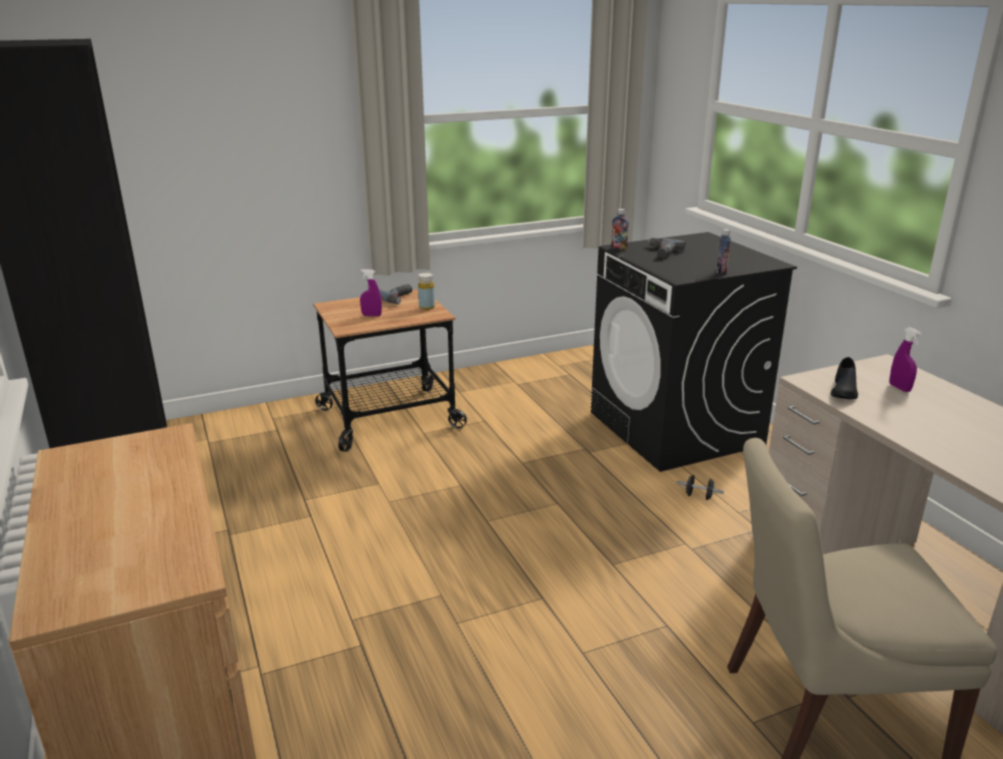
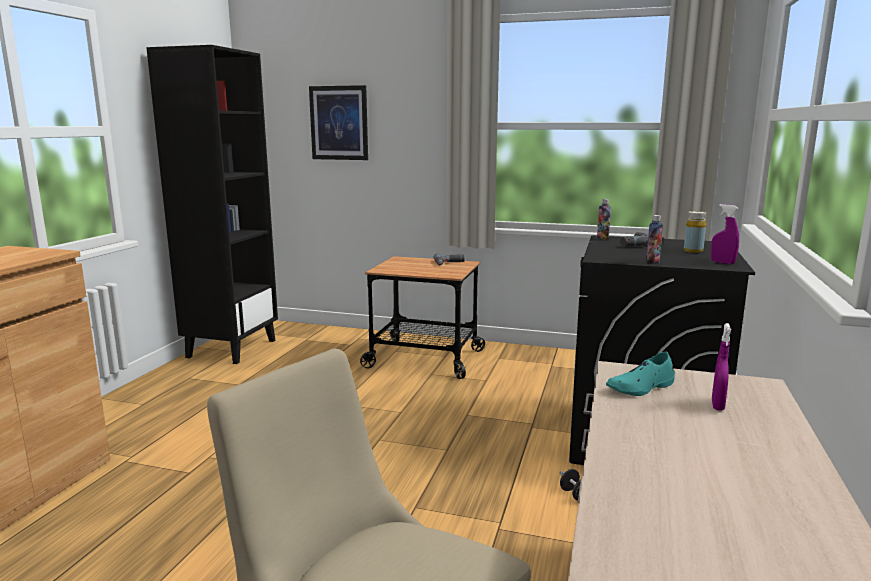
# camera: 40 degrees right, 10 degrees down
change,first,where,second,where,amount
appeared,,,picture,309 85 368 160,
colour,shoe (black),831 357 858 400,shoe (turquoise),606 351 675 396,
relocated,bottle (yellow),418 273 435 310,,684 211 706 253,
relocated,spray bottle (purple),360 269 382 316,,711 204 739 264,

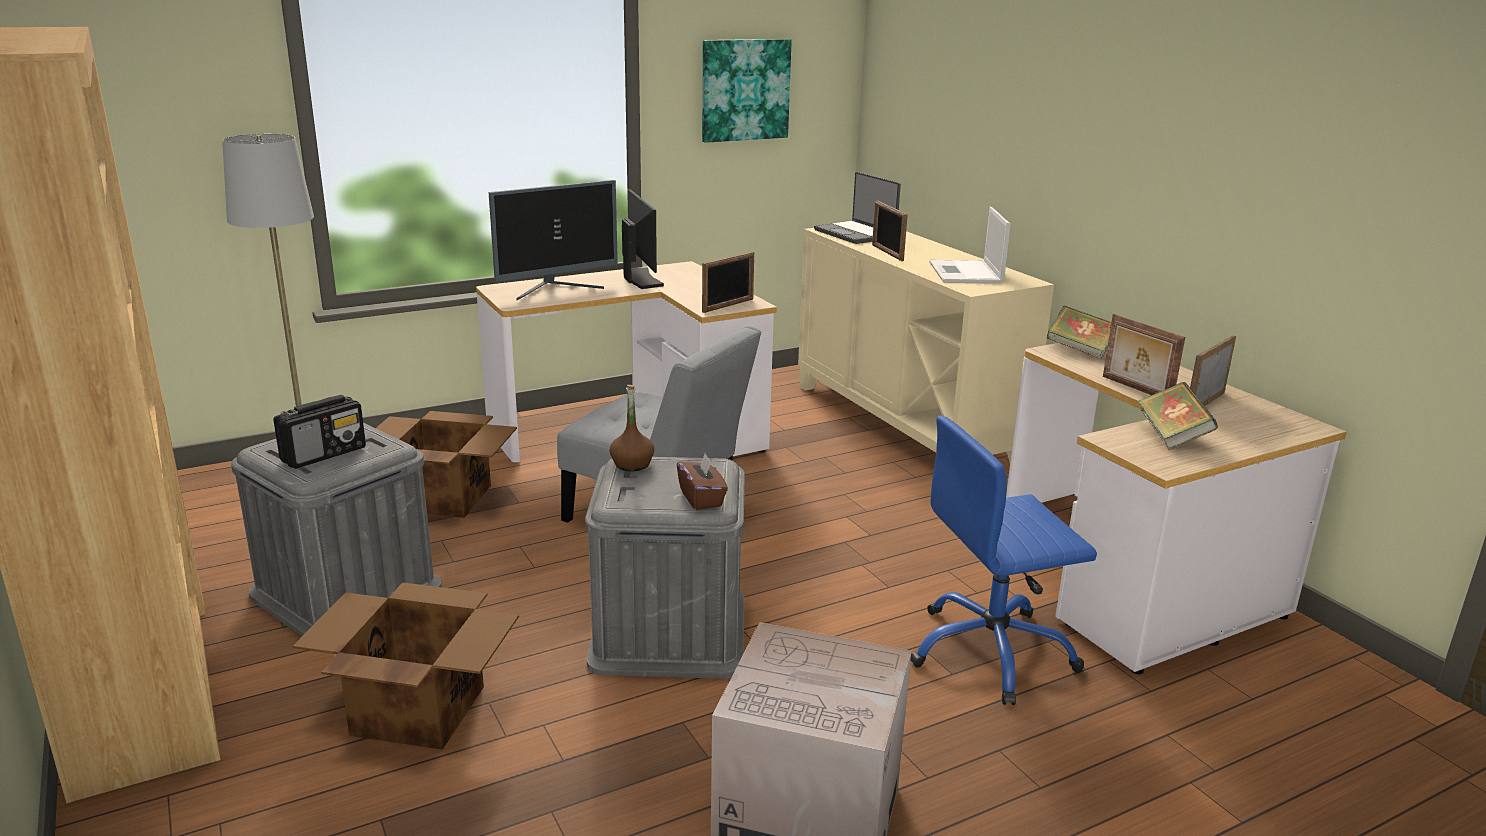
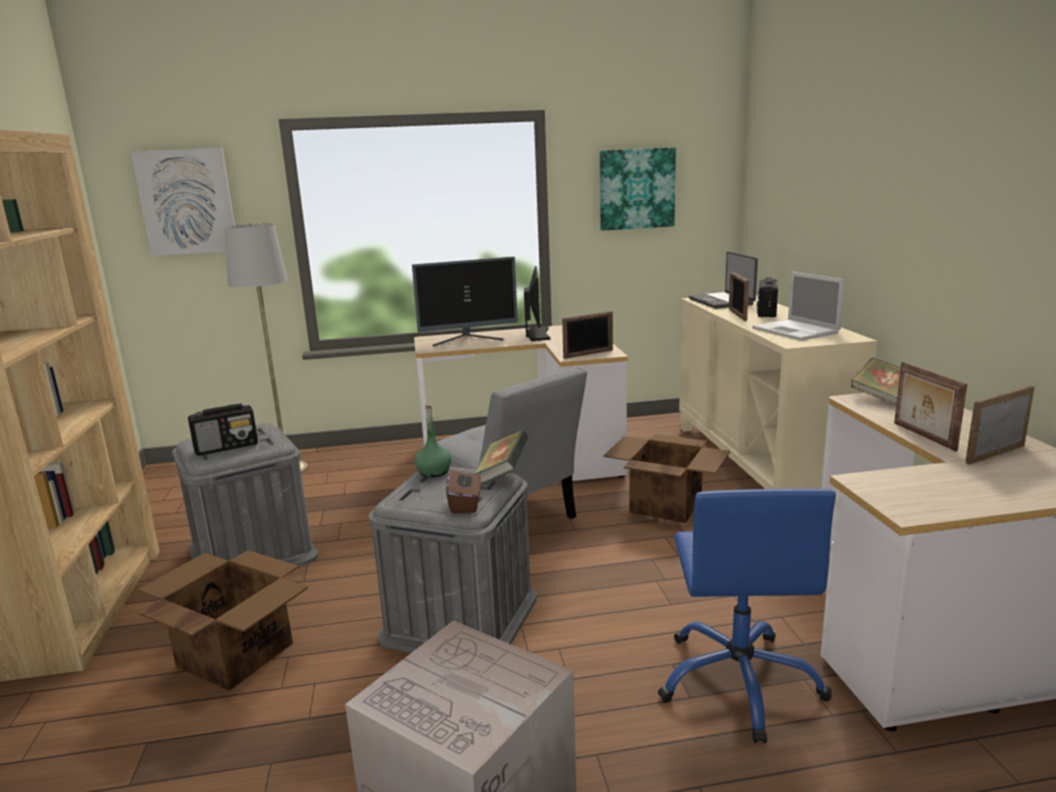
# camera: 20 degrees right, 5 degrees down
change,first,where,second,where,amount
appeared,,,picture,131 148 235 256,
colour,bottle (brown),610 385 654 471,bottle (green),414 404 452 477,
relocated,book,1137 382 1218 450,,474 430 529 484,
relocated,cardboard box,376 411 517 518,,604 434 730 523,
spun,office chair (blue),911 416 1097 705,,658 489 836 743,90 degrees counterclockwise
spun,laptop,929 207 1011 284,,752 272 845 341,45 degrees counterclockwise
appeared,,,radio,757 277 778 318,

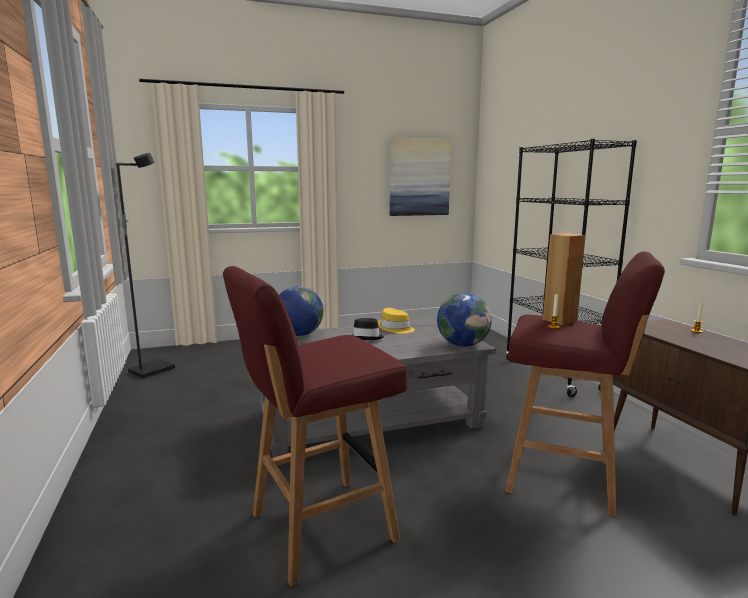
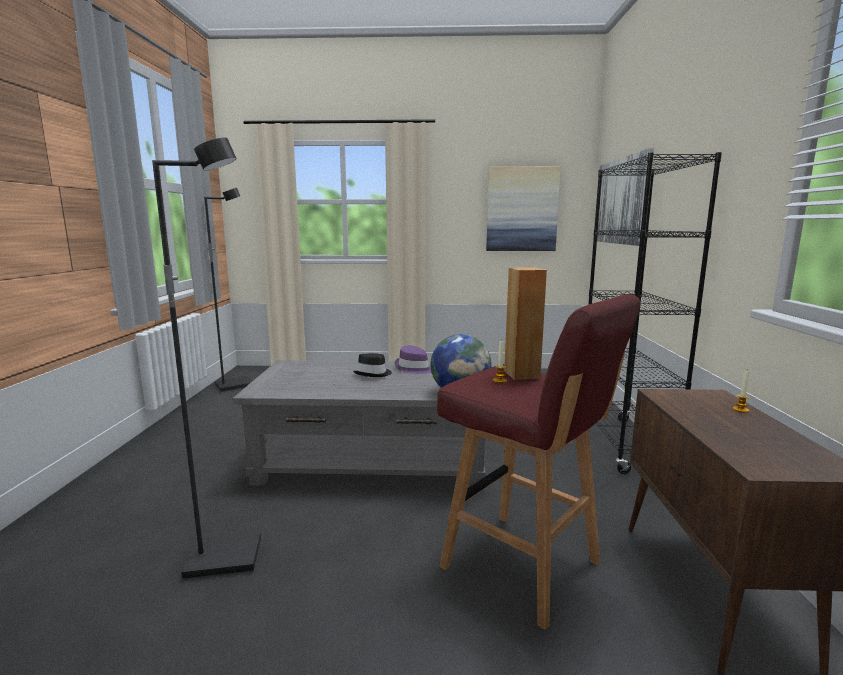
# camera: 20 degrees right, 0 degrees up
change,first,where,second,where,amount
exchanged,stool (red),223 266 407 586,floor lamp (black),152 138 261 580,
colour,hat (yellow),378 308 415 333,hat (purple),395 345 431 374,
appeared,,,picture,597 148 654 246,
missing,globe,279 286 323 337,,,

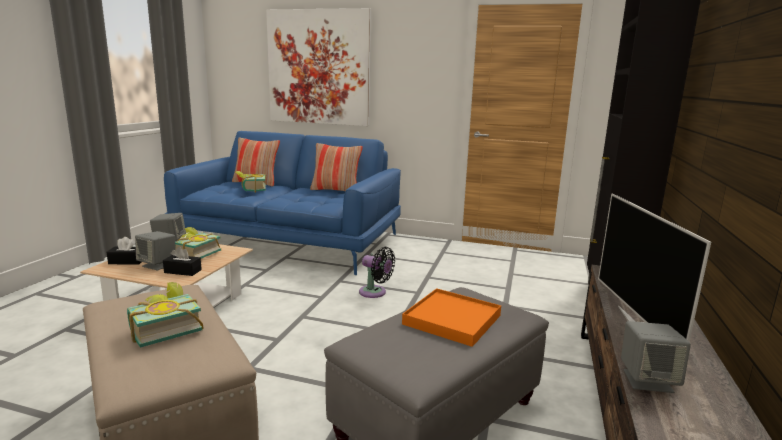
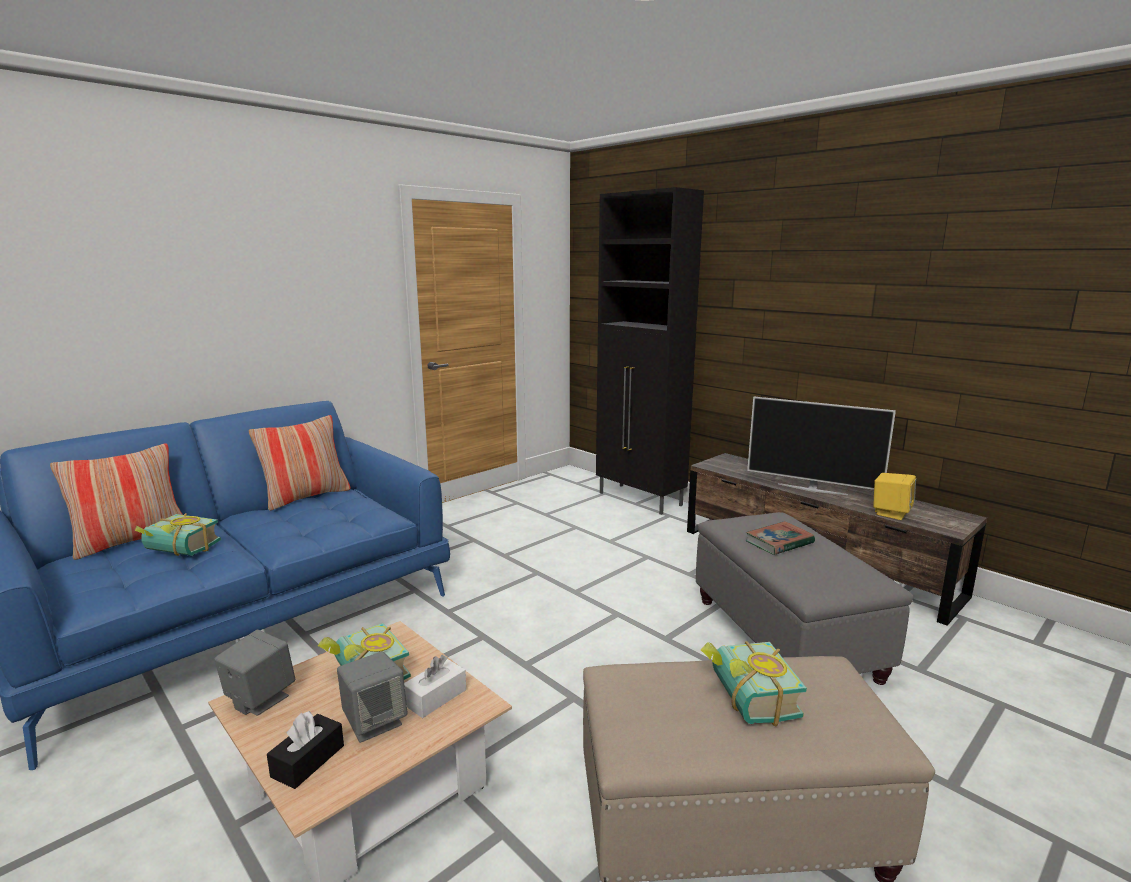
# camera: 60 degrees left, 0 degrees up
change,first,where,second,where,amount
colour,tissue box (black),163 247 202 276,tissue box (white),404 655 466 718,
exchanged,tray (orange),402 288 501 347,book,746 521 815 555,
colour,speaker (grey),621 321 691 393,speaker (yellow),873 473 916 520,
missing,picture,266 8 371 126,,,
missing,fan (black),359 247 395 298,,,

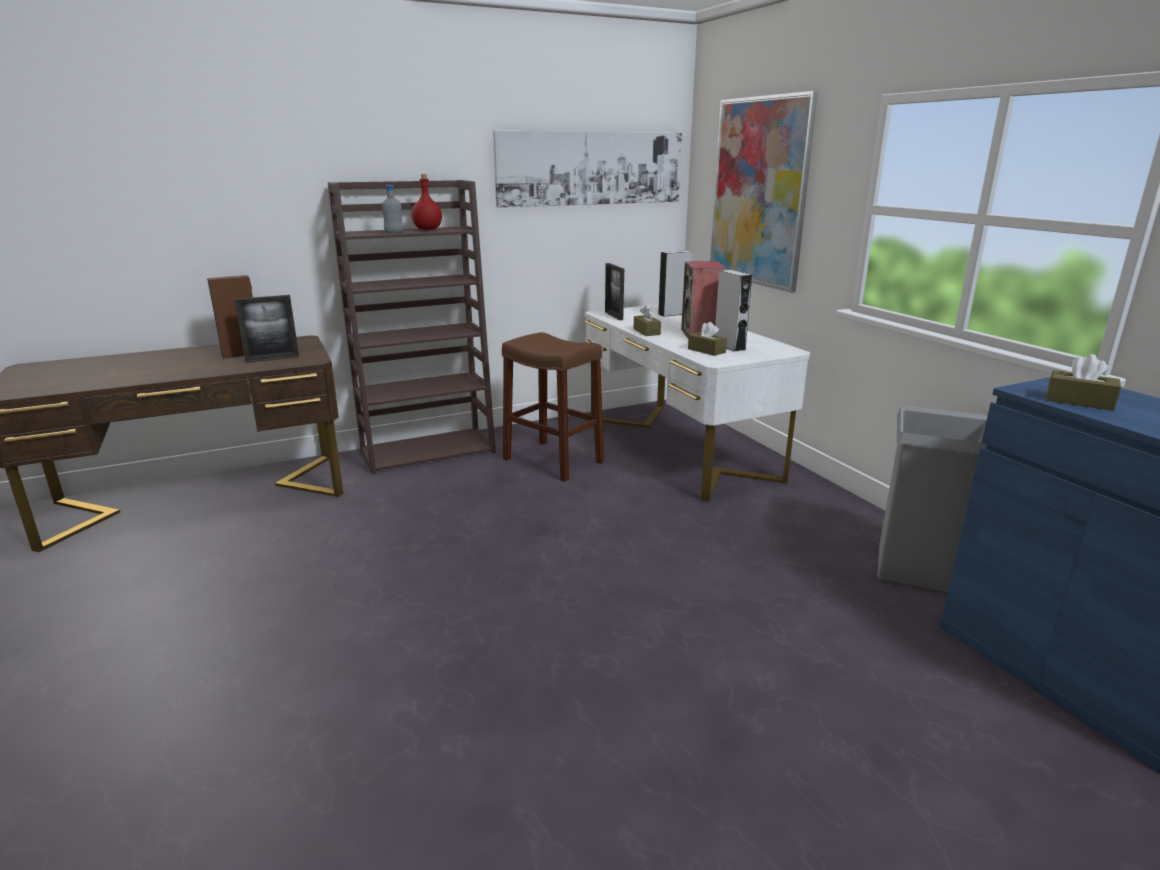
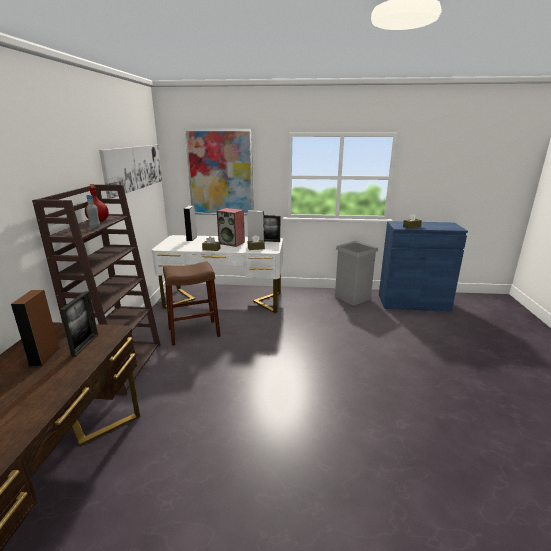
# camera: 60 degrees left, 0 degrees up
change,first,where,second,where,amount
relocated,picture frame,605 263 624 320,,264 215 280 242,

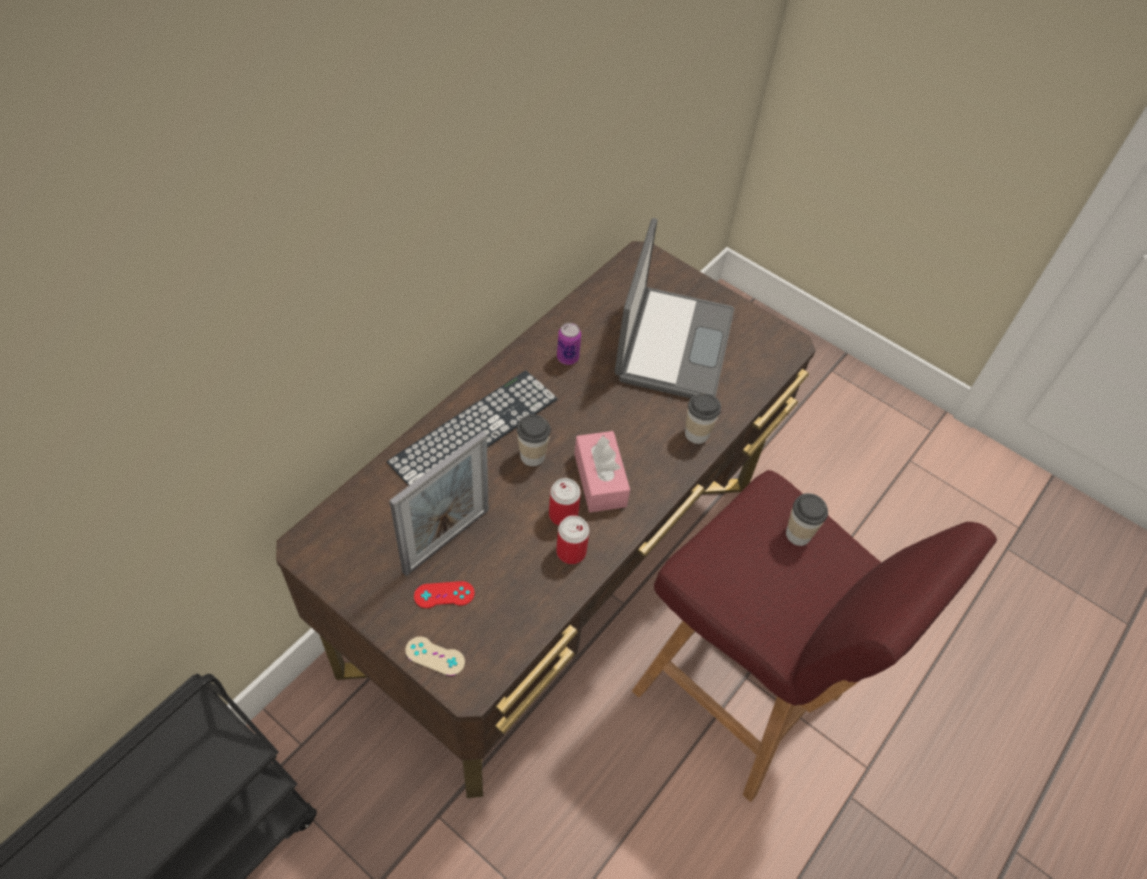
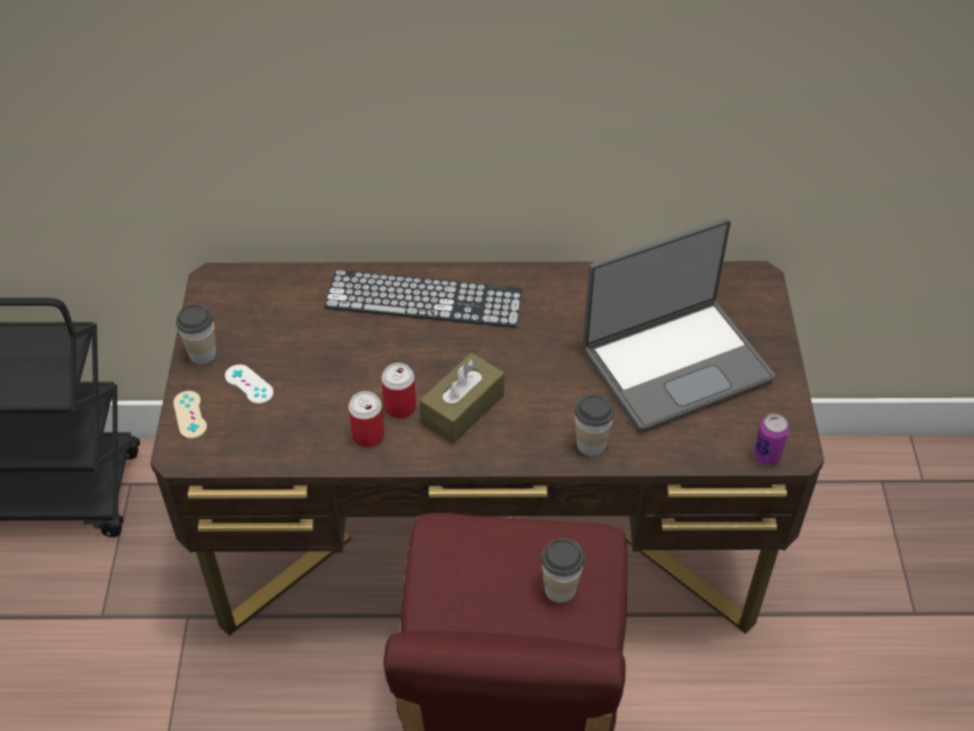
# camera: 55 degrees right, 5 degrees down
change,first,where,second,where,amount
relocated,cup,517 414 551 466,,176 304 216 364,
colour,game controller (red),414 581 475 608,game controller (white),225 364 274 404,
colour,tissue box (pink),575 431 630 512,tissue box (brown),419 353 504 444,
relocated,can,557 323 581 365,,753 414 789 465,
missing,picture frame,389 431 489 576,,,

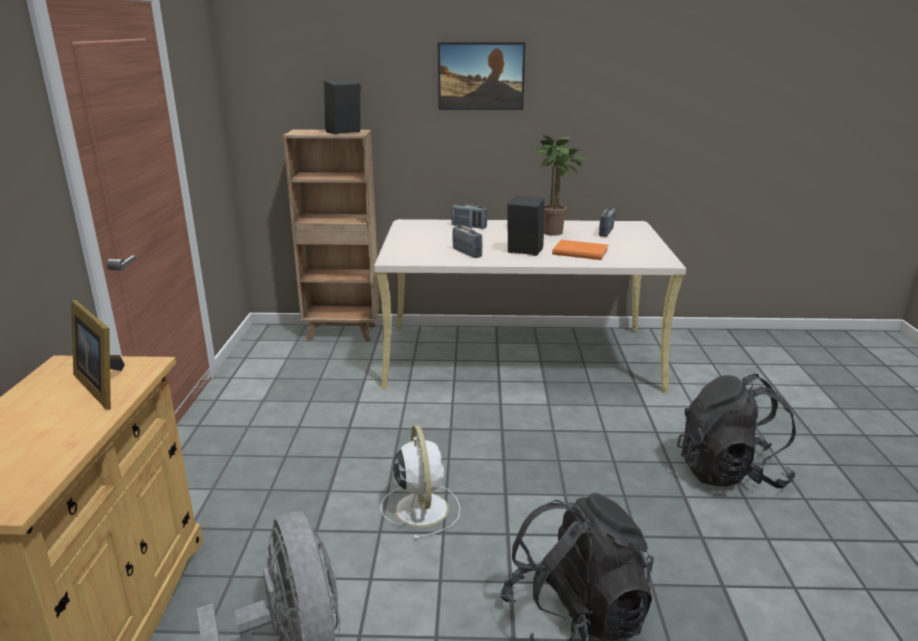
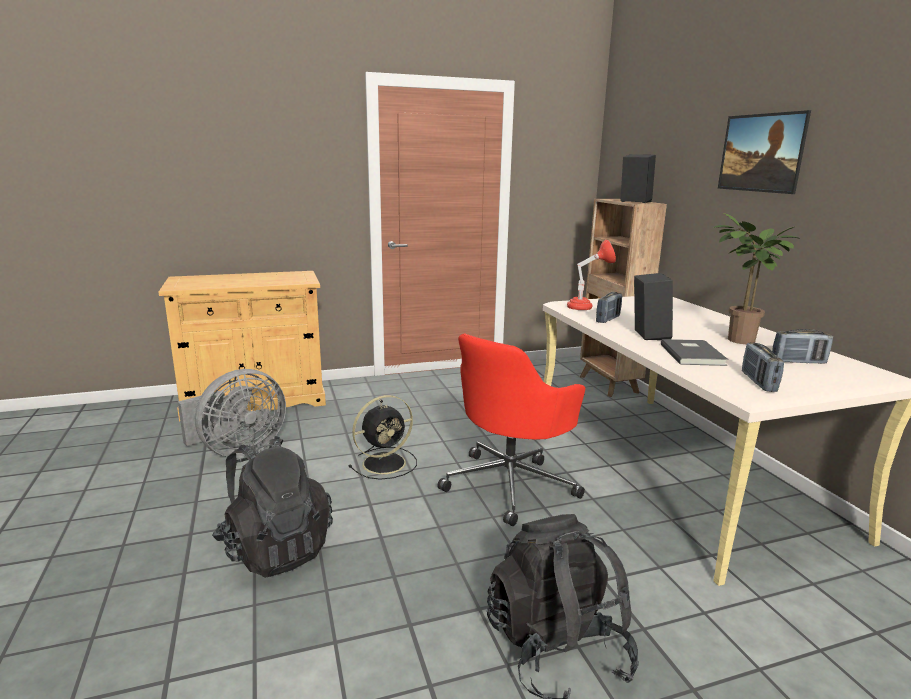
# camera: 70 degrees right, 5 degrees down
change,first,where,second,where,amount
colour,fan (white),380 425 460 539,fan (black),348 395 417 480,
appeared,,,office chair (red),437 334 585 526,
appeared,,,table lamp (red),567 240 616 310,
colour,book (orange),552 240 608 260,book (grey),661 339 728 366,
relocated,radio,451 203 487 229,,742 343 784 392,
missing,picture frame,71 300 125 410,,,

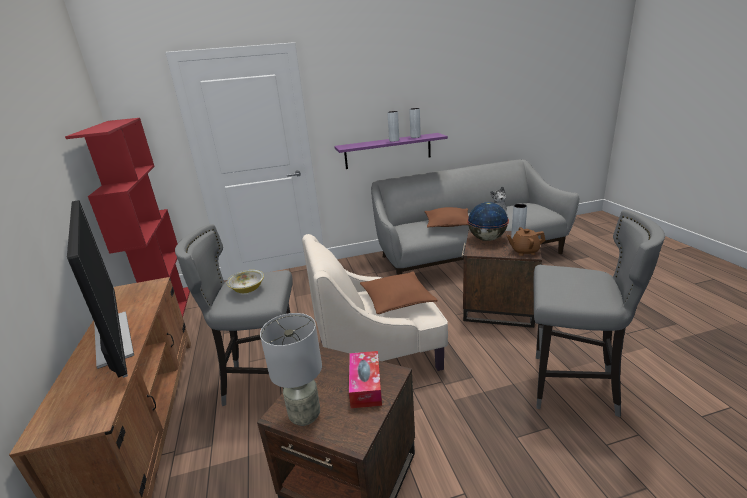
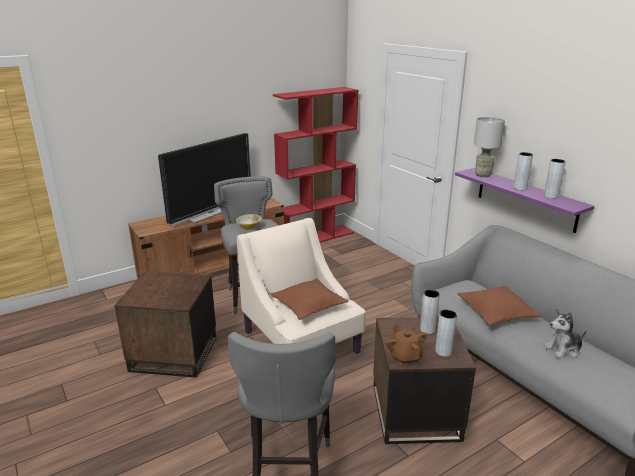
# camera: 70 degrees right, 0 degrees up
change,first,where,second,where,amount
exchanged,globe,467 202 509 241,vase (grey),420 290 440 334,
relocated,table lamp (grey),260 313 322 426,,474 117 505 177,
missing,tissue box,349 351 382 408,,,

